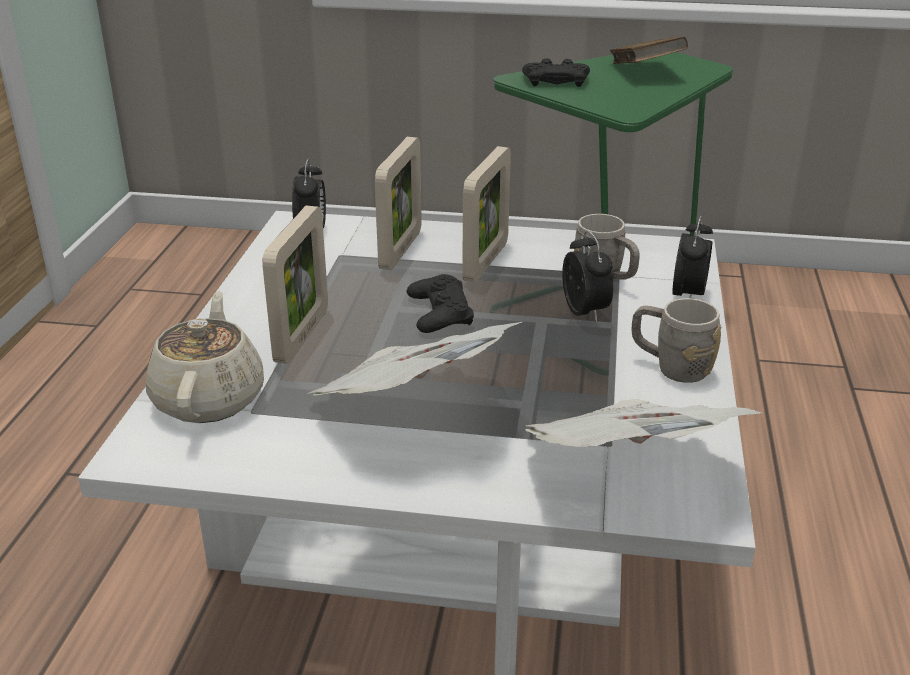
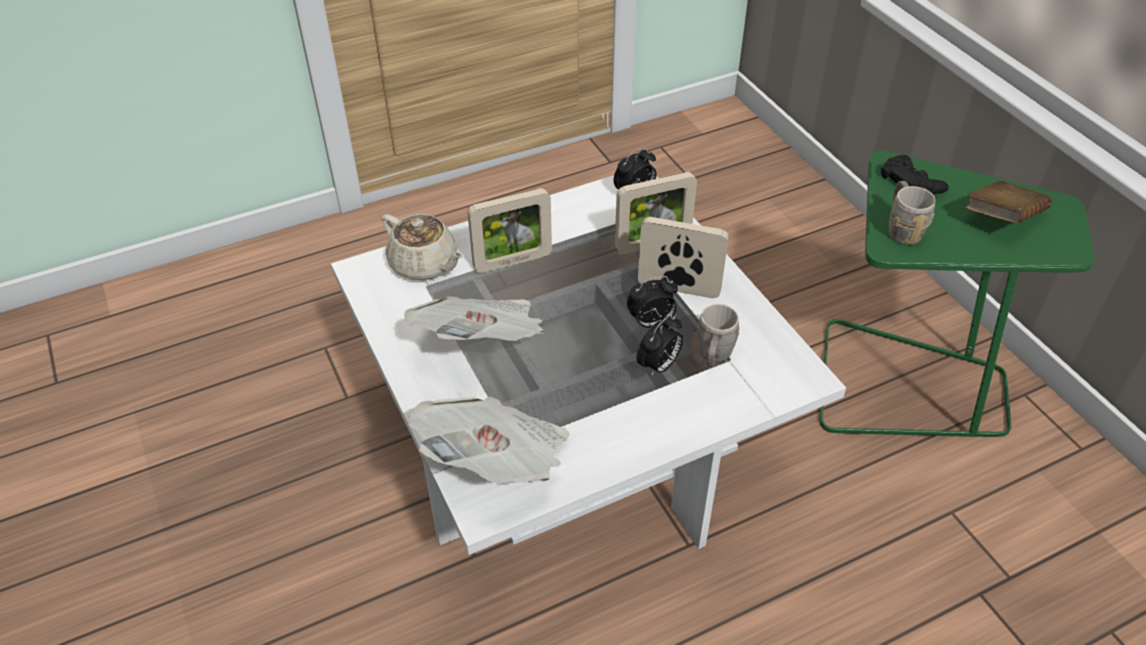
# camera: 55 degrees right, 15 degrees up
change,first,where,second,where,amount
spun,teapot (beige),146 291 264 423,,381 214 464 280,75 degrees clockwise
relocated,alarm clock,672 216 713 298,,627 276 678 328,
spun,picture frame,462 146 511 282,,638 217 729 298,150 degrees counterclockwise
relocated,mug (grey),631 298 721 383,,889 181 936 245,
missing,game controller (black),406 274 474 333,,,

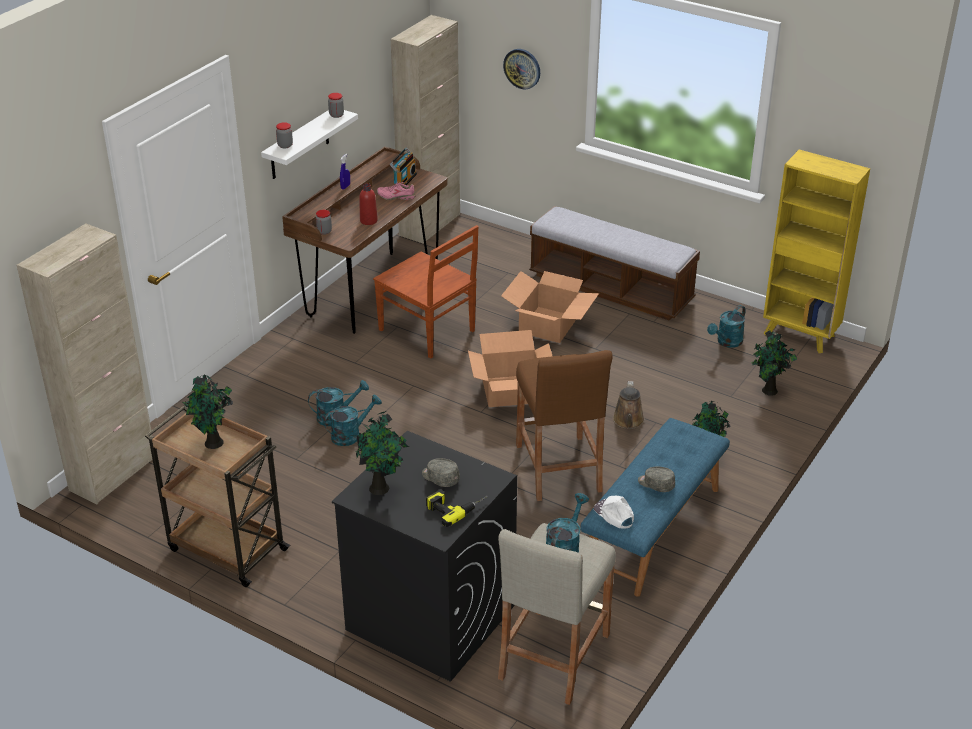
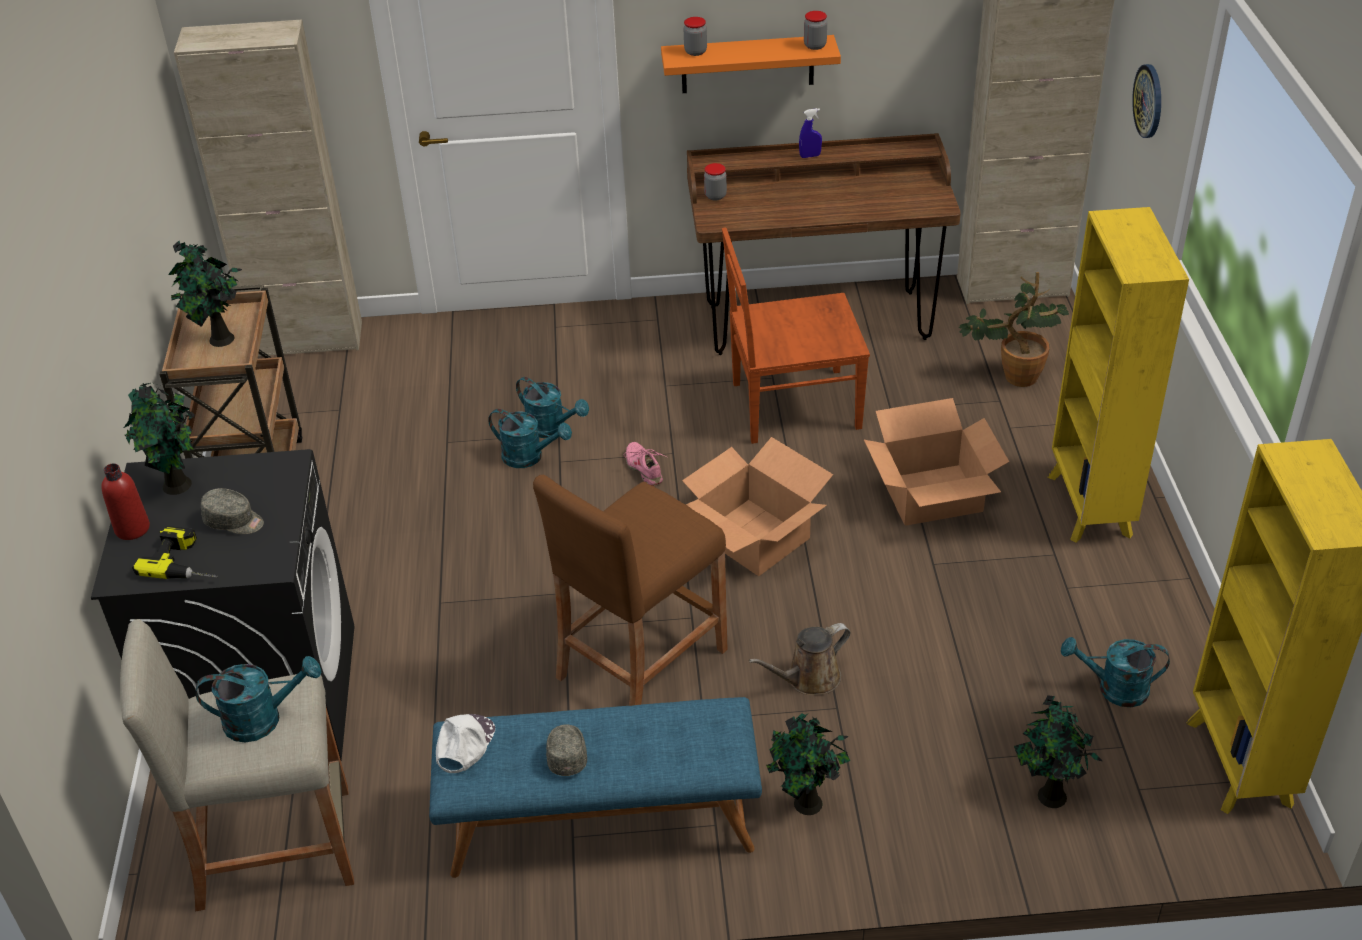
# camera: 55 degrees right, 5 degrees up
change,first,where,second,where,amount
relocated,bottle (red),359 183 378 225,,101 463 150 540,
spun,cap (grey),422 458 460 487,,201 488 264 534,105 degrees clockwise
relocated,shoe (pink),377 181 416 200,,624 442 668 486,
colour,shelf (white),261 110 358 179,shelf (orange),661 35 841 93,
spun,chair (brown),373 225 479 358,,722 227 870 444,75 degrees clockwise
appeared,,,potted plant,959 272 1069 387,
exchanged,bench,529 206 700 321,bookcase (yellow),1047 207 1189 543,
missing,radio,389 148 417 185,,,

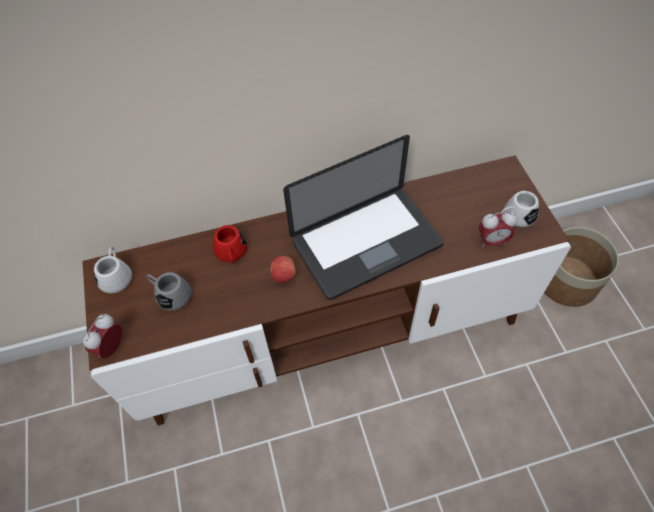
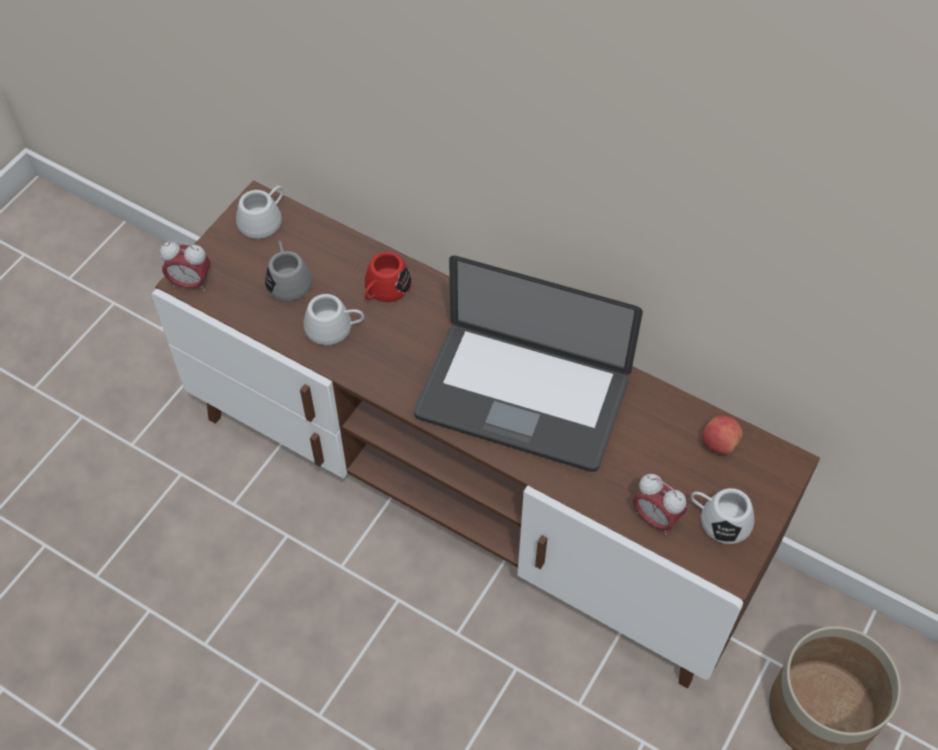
# camera: 45 degrees right, 0 degrees up
change,first,where,second,where,amount
spun,alarm clock,83 314 122 358,,160 241 210 291,150 degrees counterclockwise
appeared,,,mug (white),304 294 364 345,
relocated,apple,270 256 296 283,,702 415 743 454,

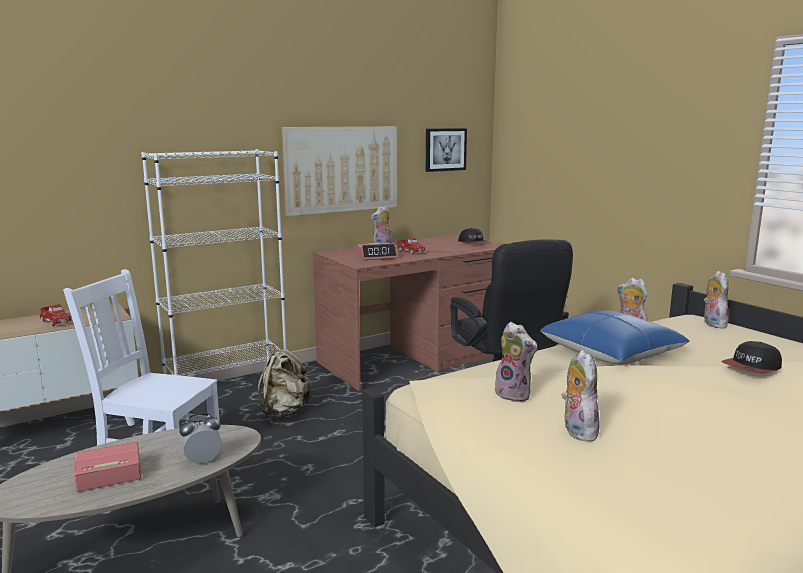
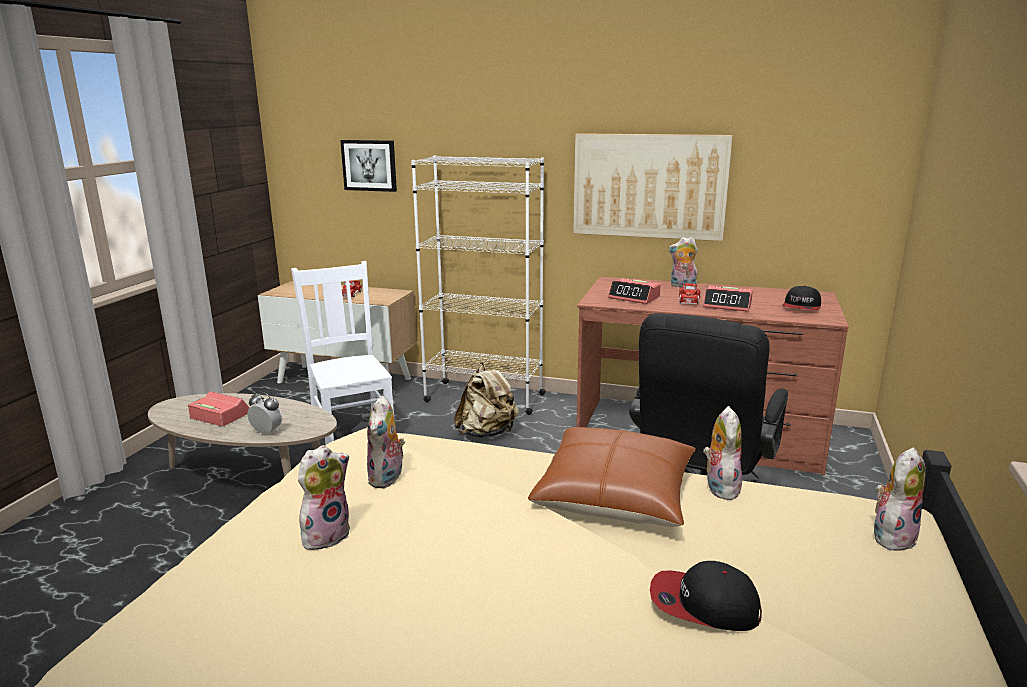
# camera: 50 degrees right, 5 degrees up
change,first,where,second,where,amount
relocated,picture,426 128 467 172,,340 140 397 192,
colour,pillow (blue),540 310 690 365,pillow (brown),528 427 695 527,
appeared,,,alarm clock,703 286 753 312,

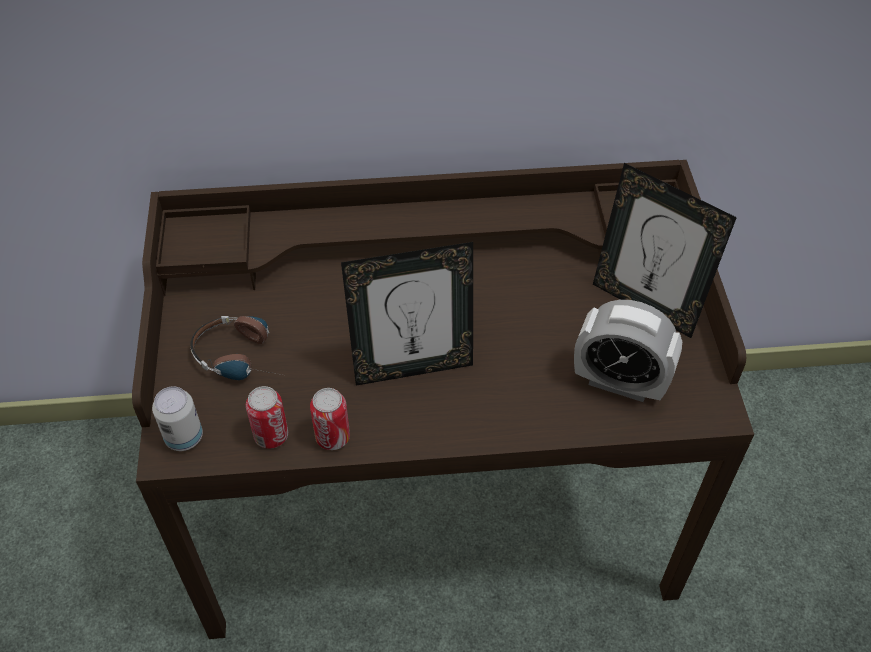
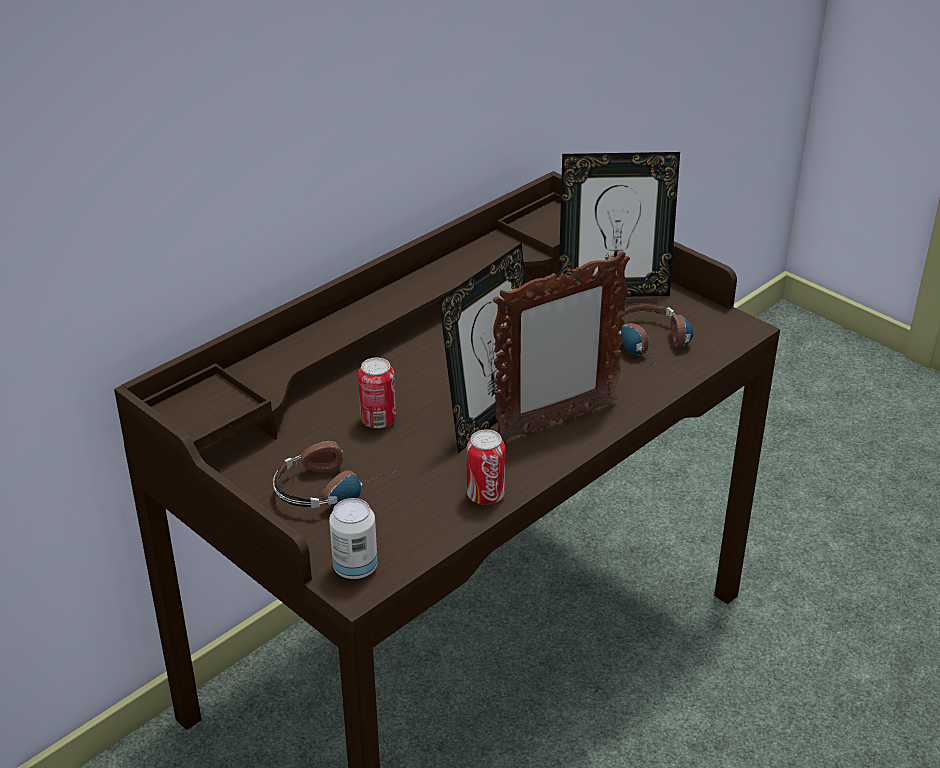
# camera: 40 degrees left, 15 degrees down
change,first,where,second,where,amount
relocated,can,246 386 288 449,,358 358 396 428,
appeared,,,picture frame,493 251 630 442,
exchanged,alarm clock,574 300 682 402,headphones,619 303 694 366,

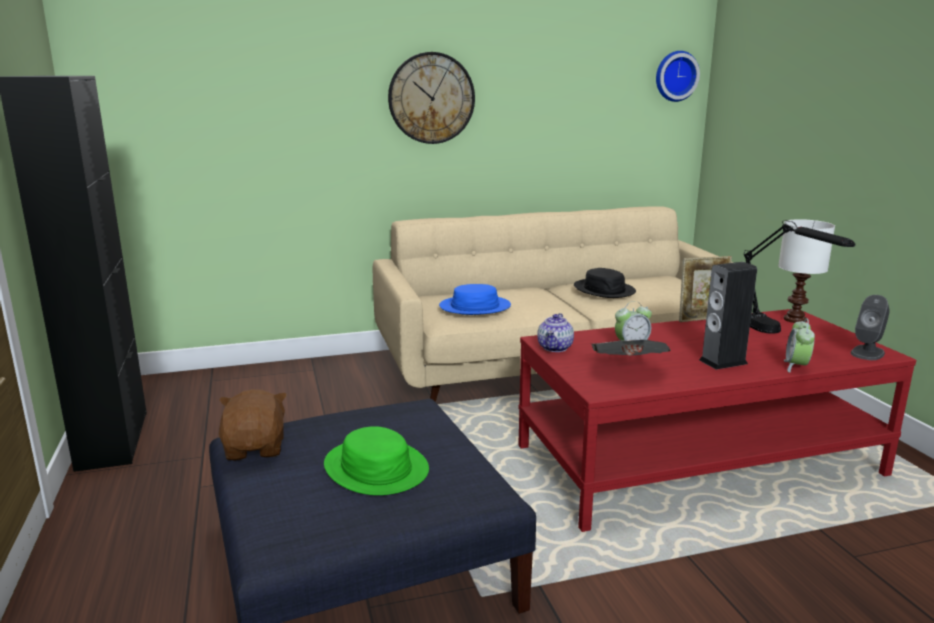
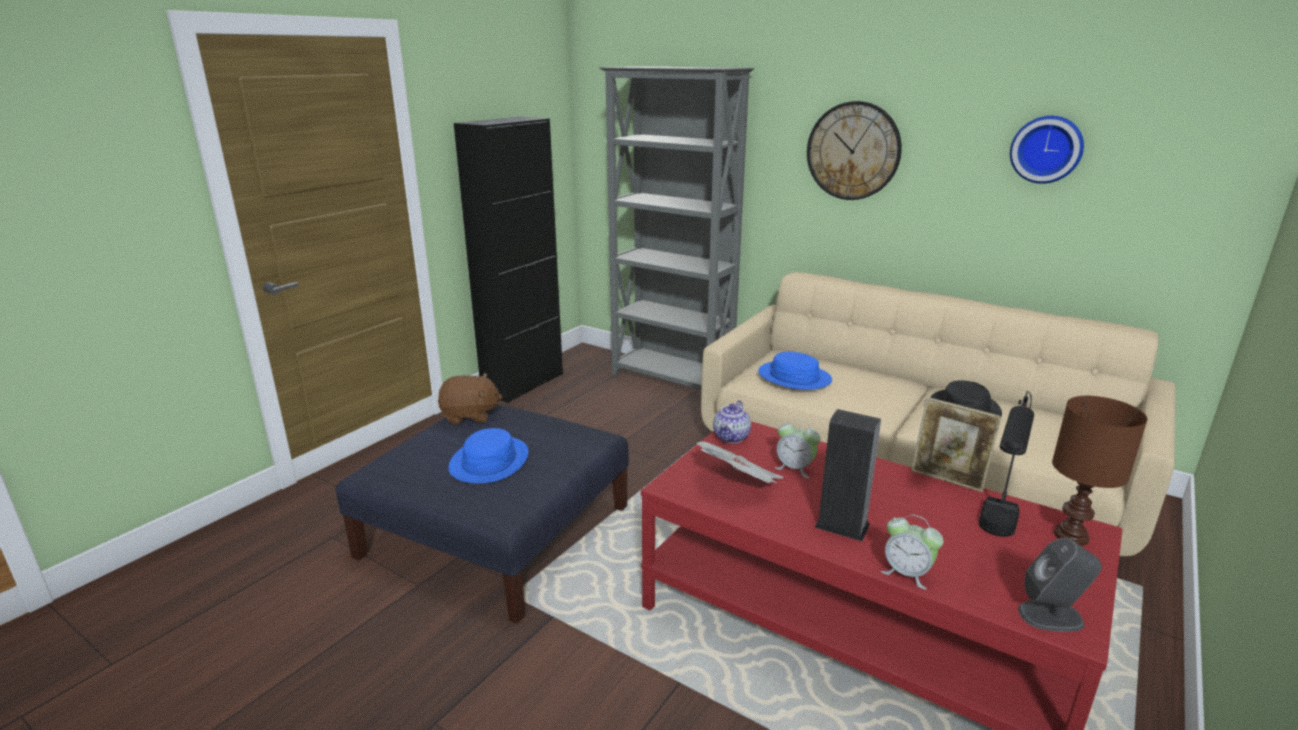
# camera: 50 degrees right, 5 degrees up
change,first,where,second,where,amount
spun,plush toy (brown),219 389 287 460,,438 373 503 424,45 degrees clockwise
colour,hat (green),324 426 429 495,hat (blue),448 428 528 484,
appeared,,,bookcase (grey),599 66 754 390,
spun,teapot,537 313 574 352,,713 400 751 443,45 degrees counterclockwise
spun,alarm clock,784 318 815 373,,881 515 944 590,120 degrees counterclockwise
relocated,wall clock,656 51 700 102,,1010 116 1084 184,
colour,table lamp (white),778 219 835 323,table lamp (brown),1052 396 1148 546,

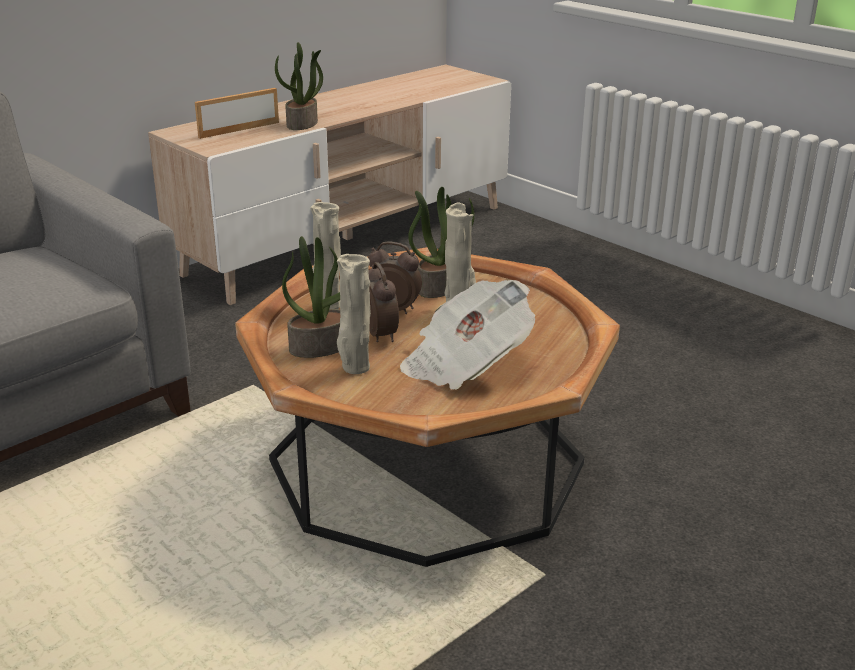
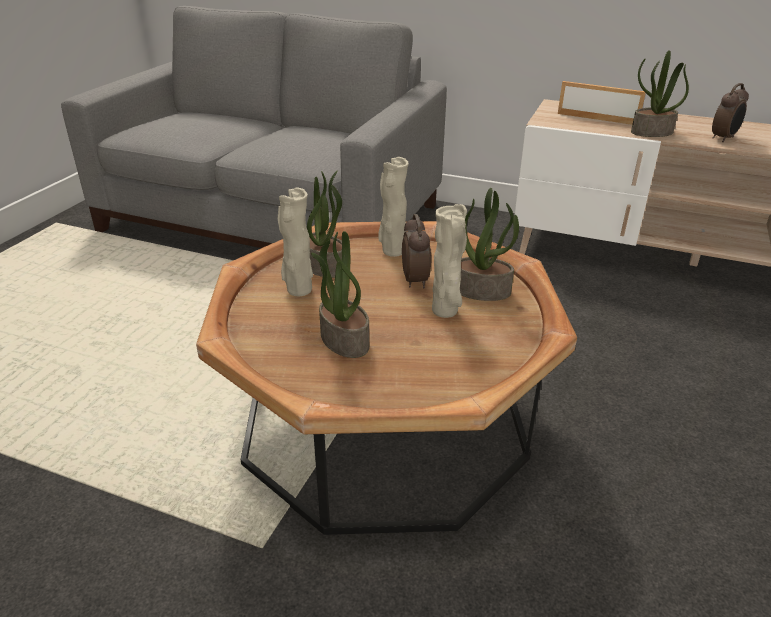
# camera: 65 degrees right, 5 degrees up
change,first,where,second,where,amount
exchanged,newspaper,400 280 535 390,potted plant,311 231 369 358,
relocated,alarm clock,368 262 399 342,,712 83 749 142,

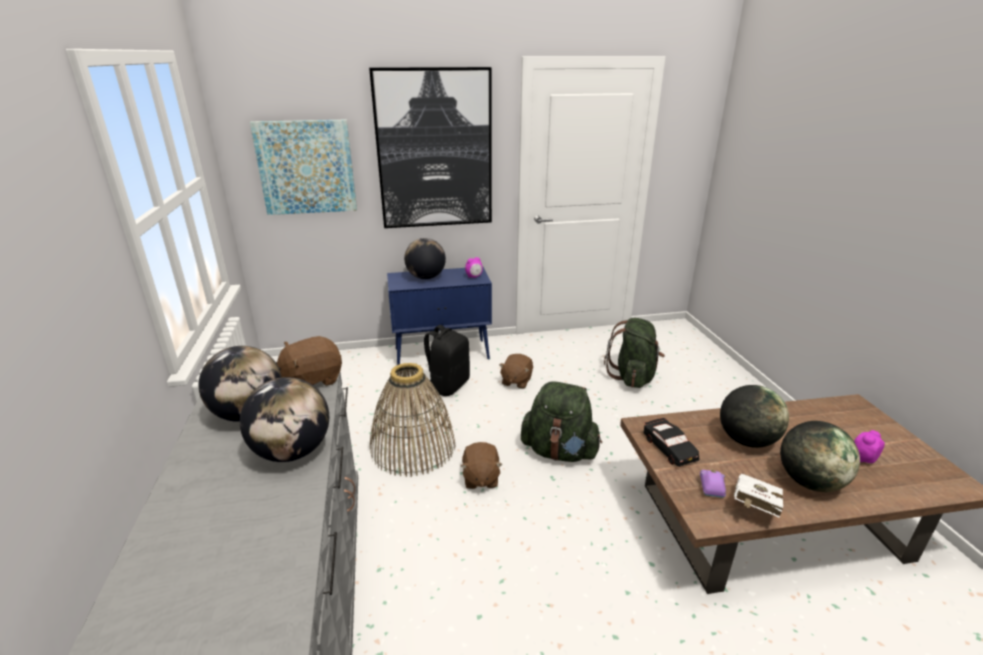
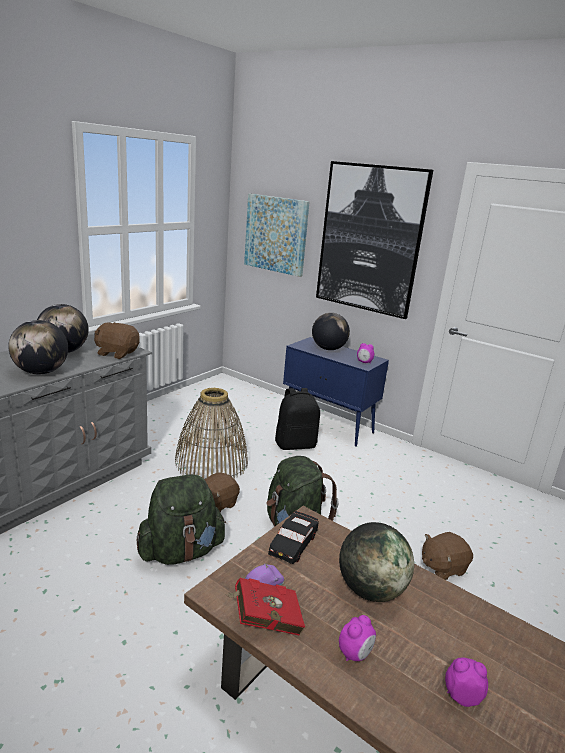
# camera: 45 degrees right, 5 degrees down
change,first,where,second,where,amount
relocated,backpack (green),604 318 665 388,,136 474 226 565,
colour,book (white),734 473 783 517,book (red),225 578 305 635,
exchanged,globe,780 421 860 492,alarm clock,339 615 376 661,
relocated,plush toy (brown),499 354 533 389,,422 532 473 580,

